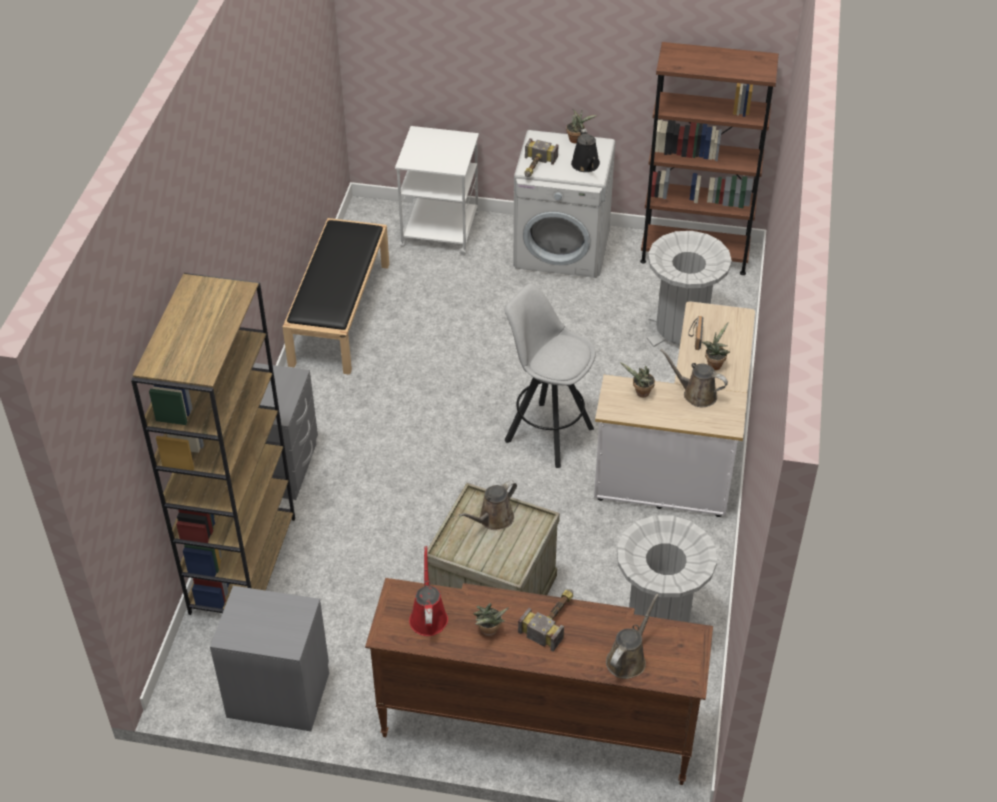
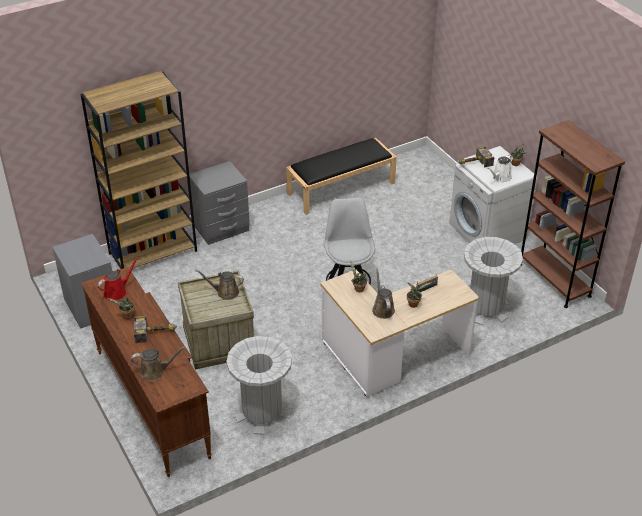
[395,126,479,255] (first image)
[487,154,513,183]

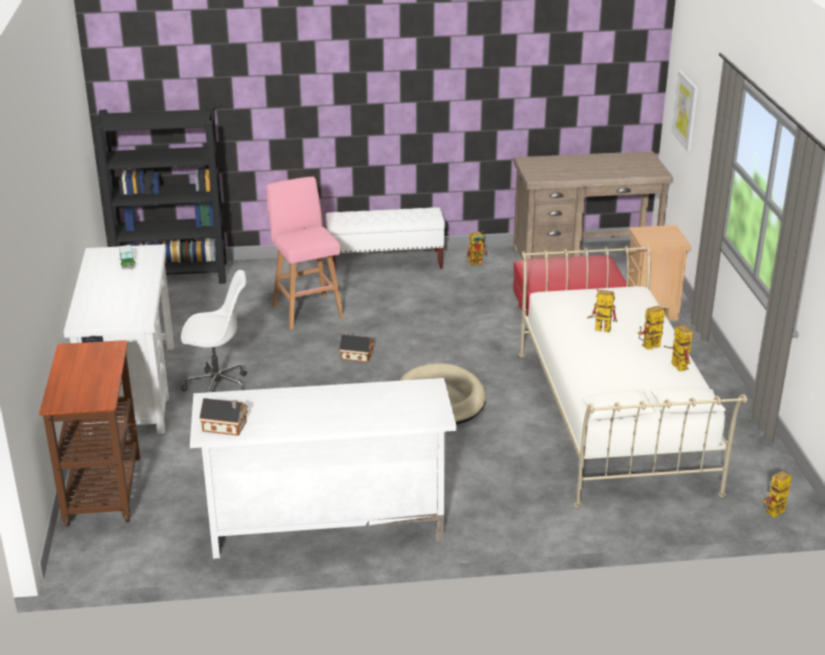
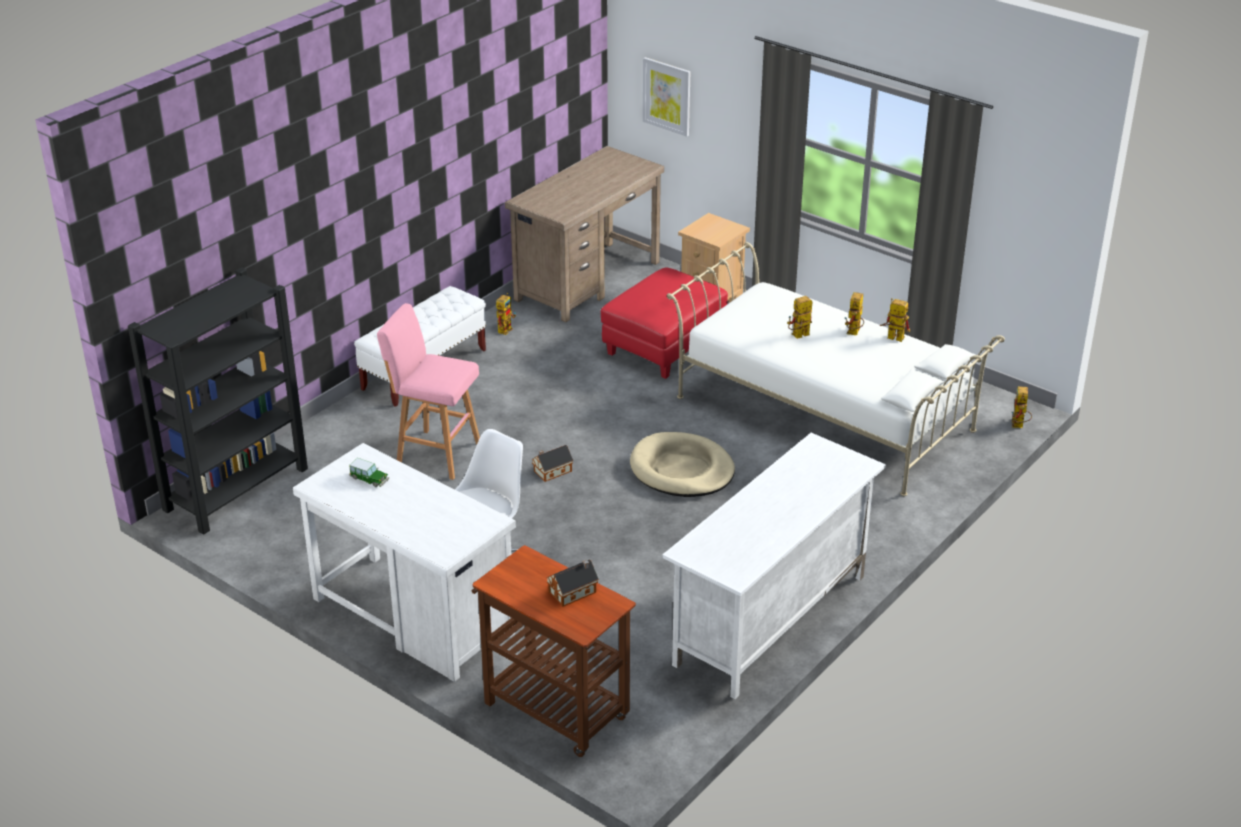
[547,559,599,607]

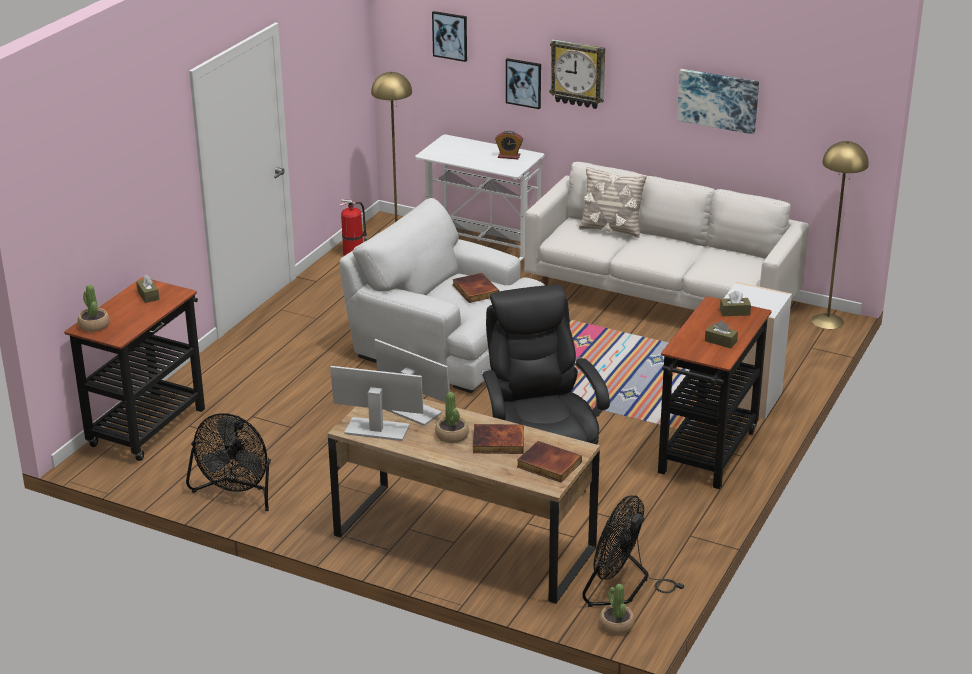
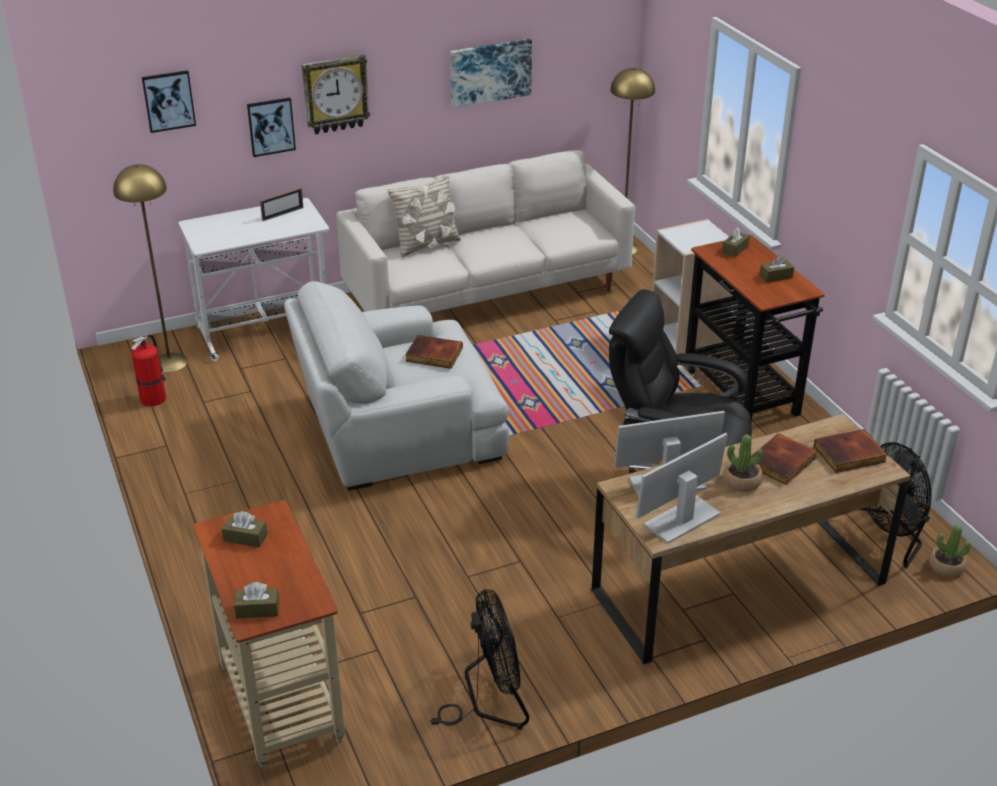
[234,582,279,619]
[260,188,303,221]
[193,500,345,768]
[429,588,529,730]

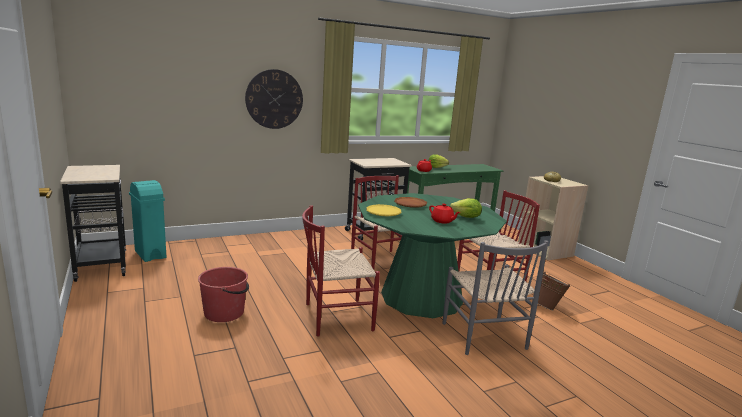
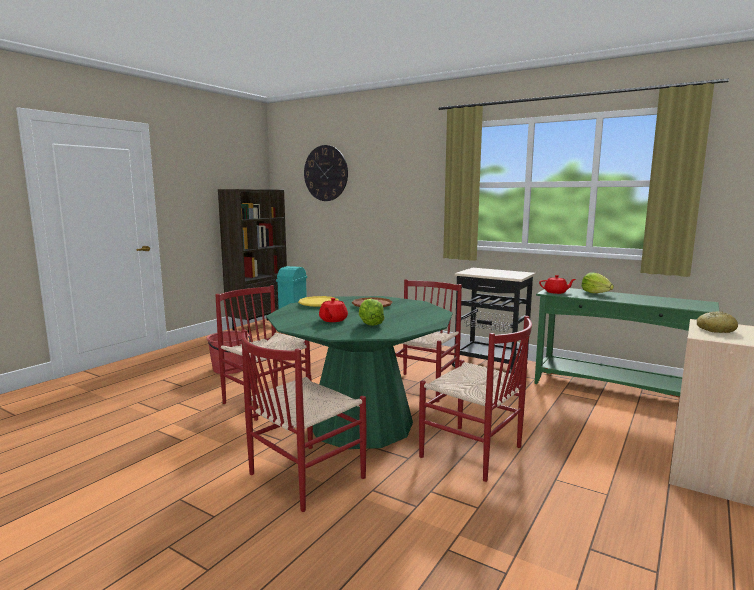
[538,272,571,311] (first image)
[304,145,348,201]
[218,189,287,334]
[241,330,366,512]

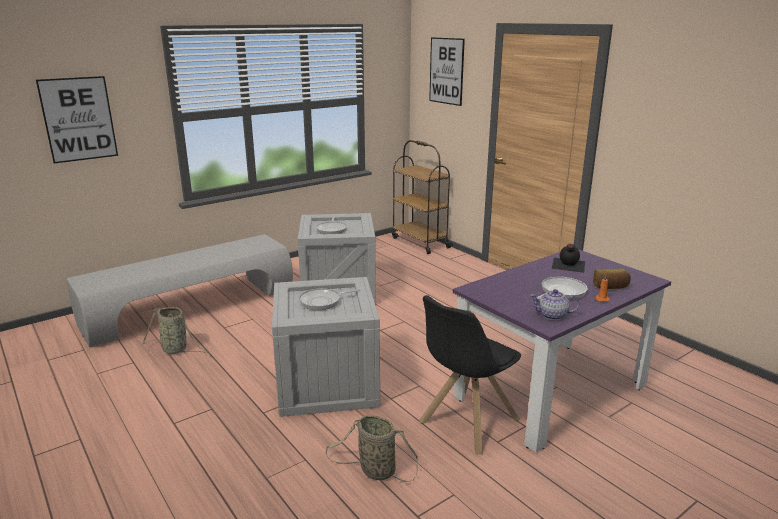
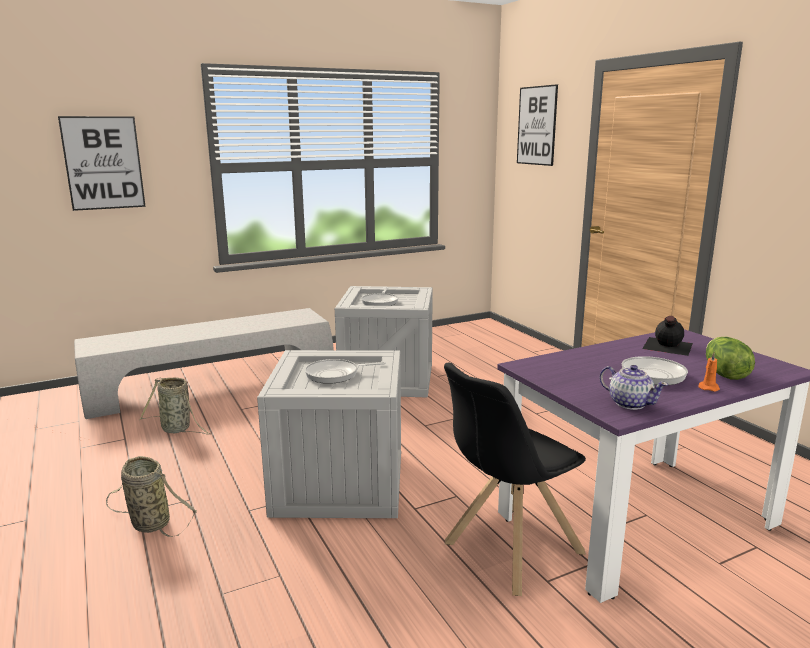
[392,140,454,254] (first image)
[106,456,197,537]
[706,337,755,380]
[600,365,668,410]

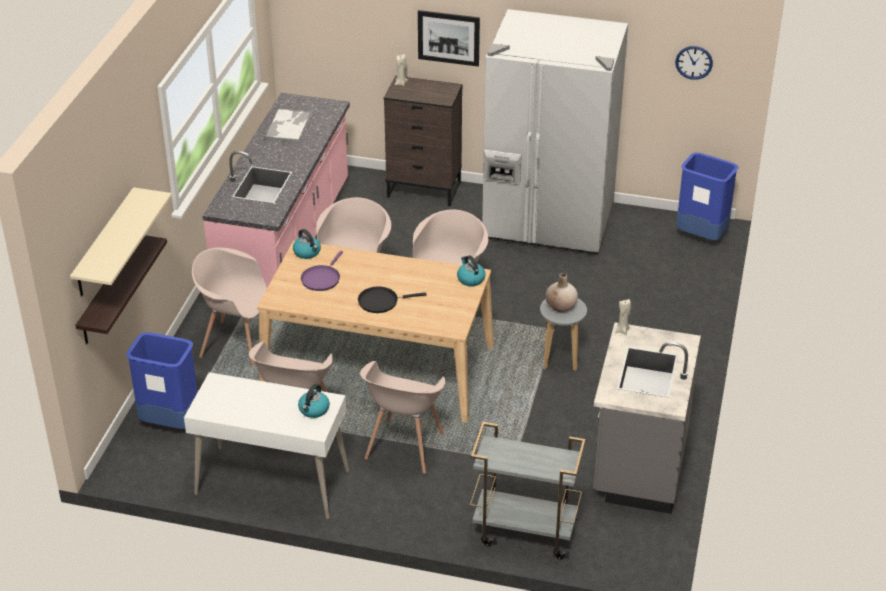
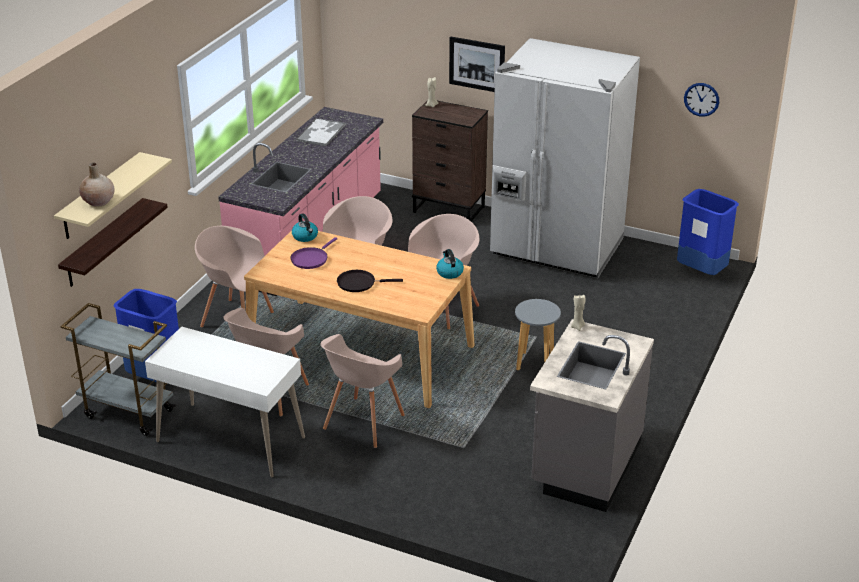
[298,384,330,418] (first image)
[60,303,176,436]
[79,163,114,207]

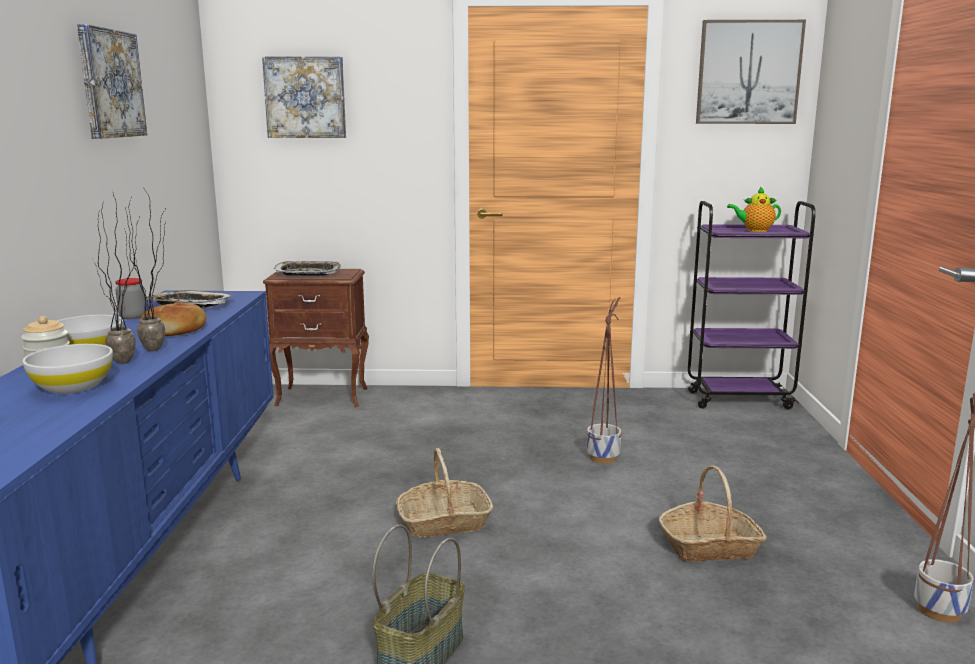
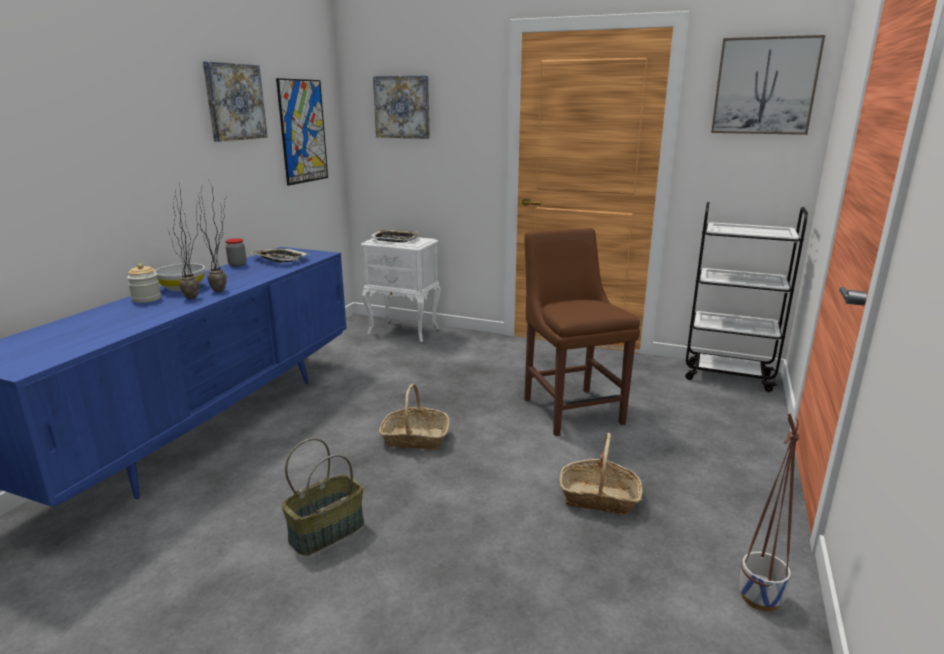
[22,344,113,394] (first image)
[140,302,206,336] (first image)
[727,186,781,232] (first image)
[276,78,328,186]
[524,228,640,436]
[361,237,441,342]
[685,202,808,392]

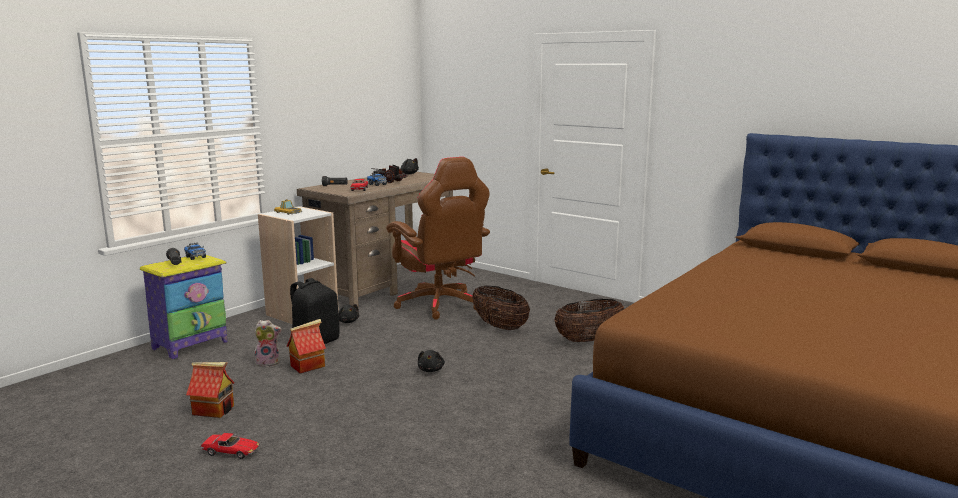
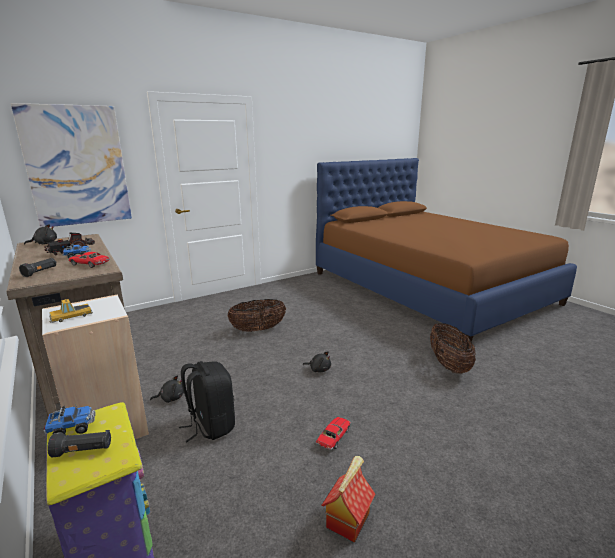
[254,320,282,367] (first image)
[287,319,326,374] (first image)
[386,157,490,320] (first image)
[11,103,132,227]
[316,417,351,450]
[430,323,476,374]

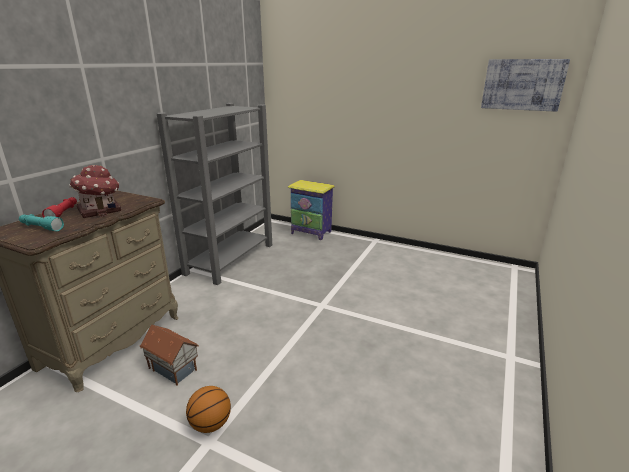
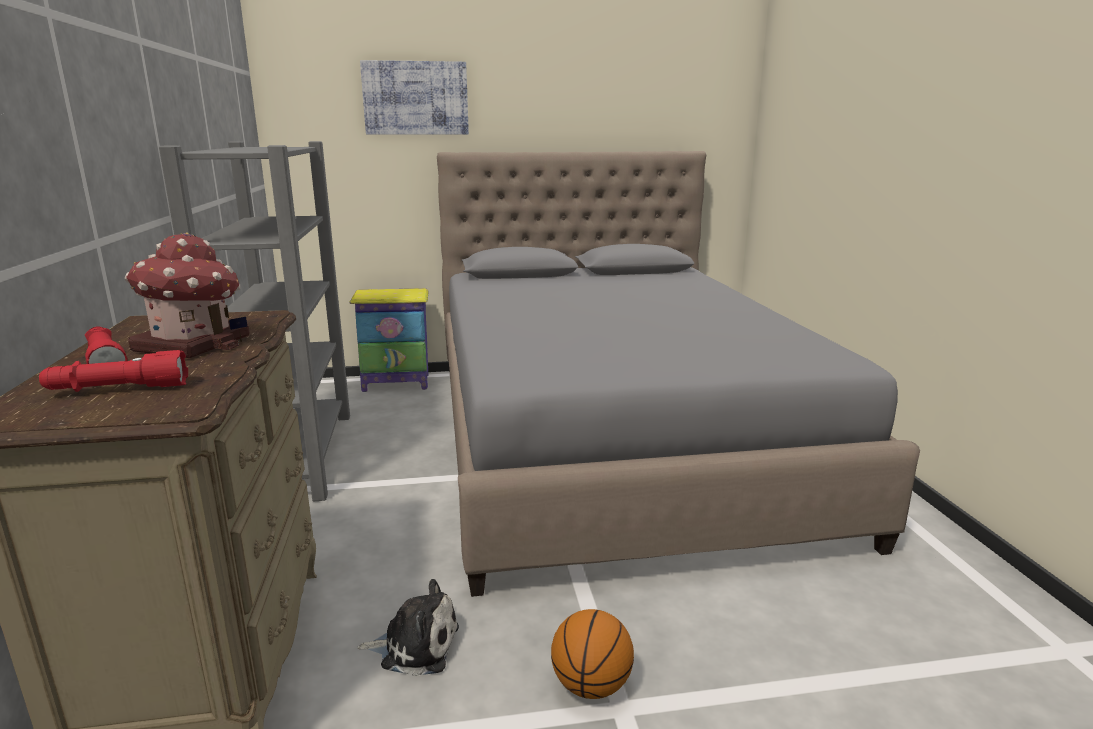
[437,151,920,597]
[360,60,469,135]
[357,579,459,676]
[39,350,188,392]

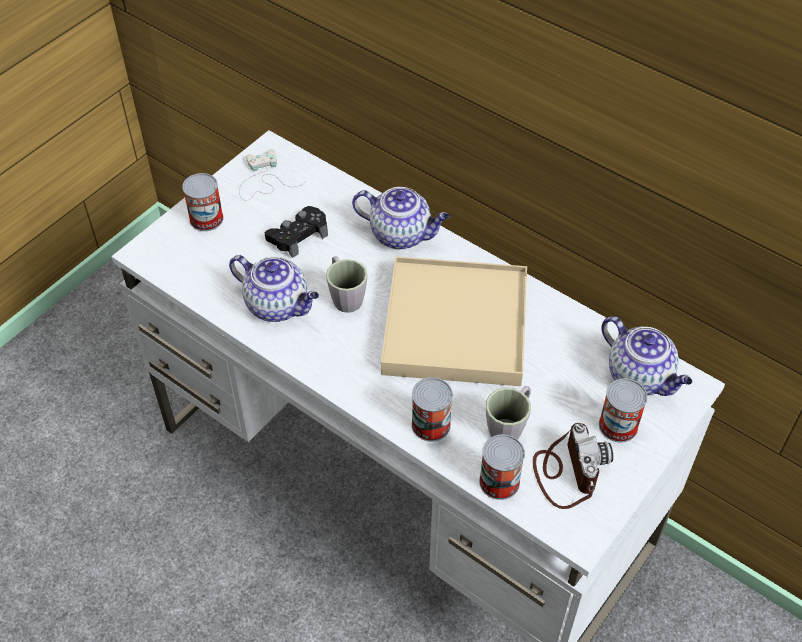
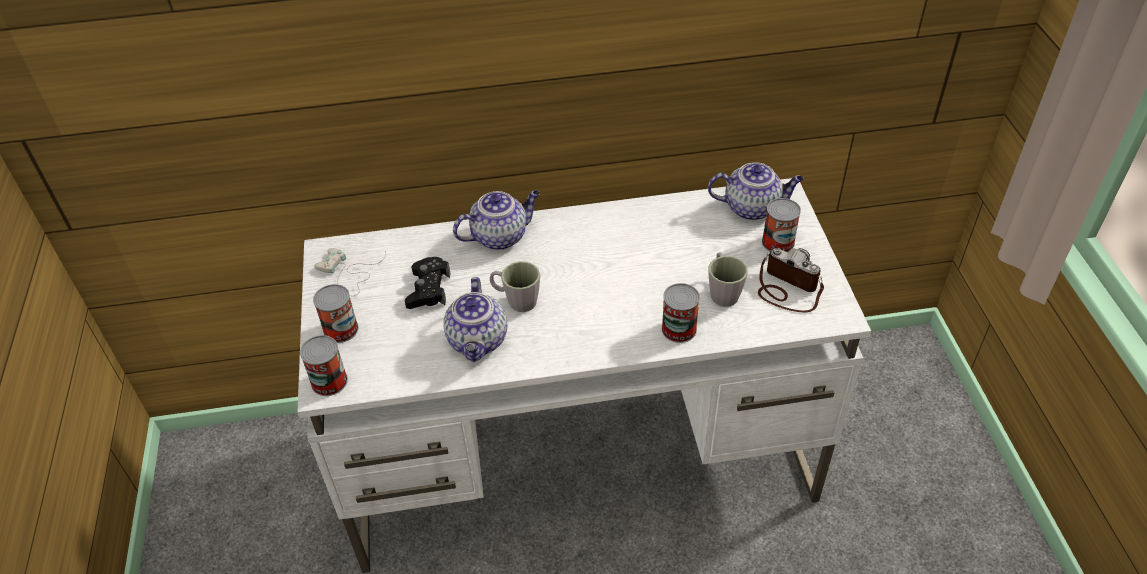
[381,257,527,386] (first image)
[300,335,348,396]
[443,277,507,362]

